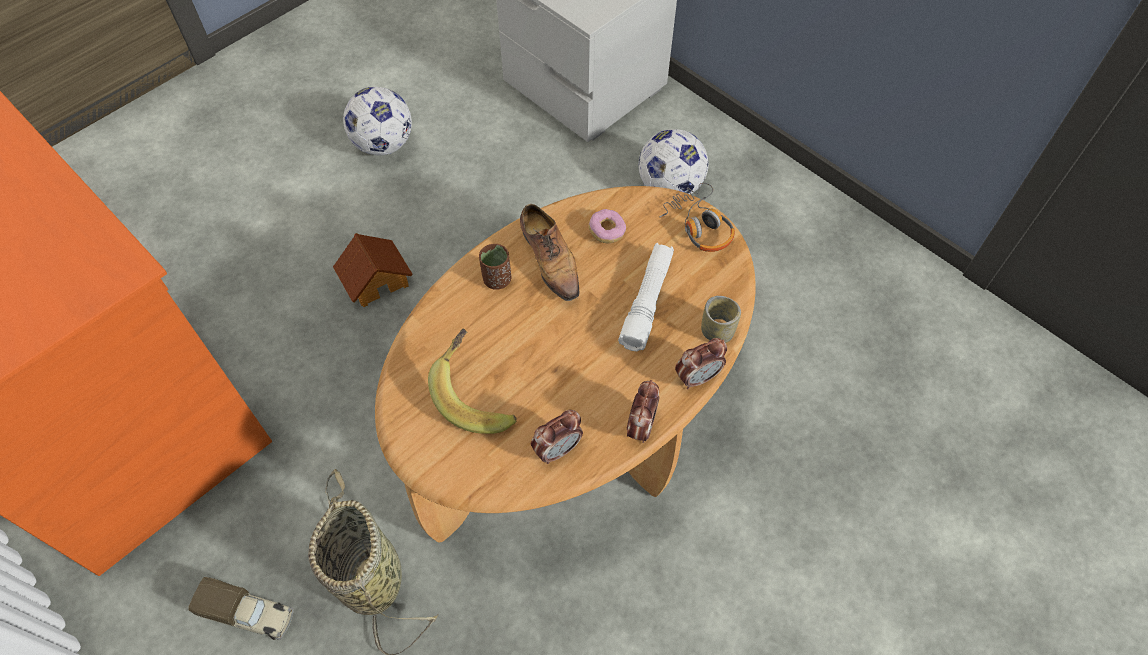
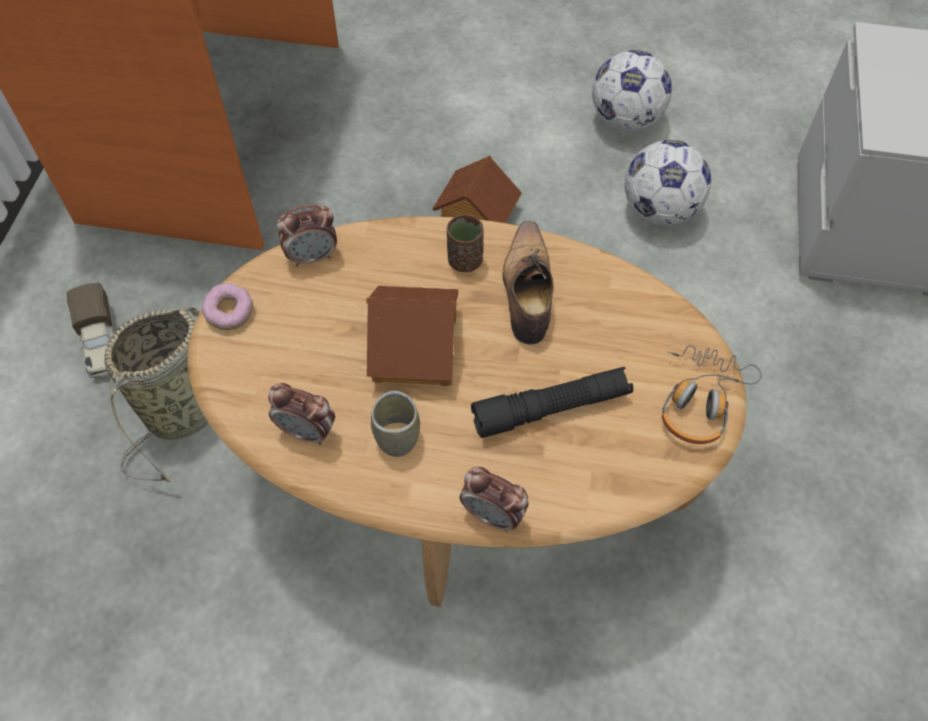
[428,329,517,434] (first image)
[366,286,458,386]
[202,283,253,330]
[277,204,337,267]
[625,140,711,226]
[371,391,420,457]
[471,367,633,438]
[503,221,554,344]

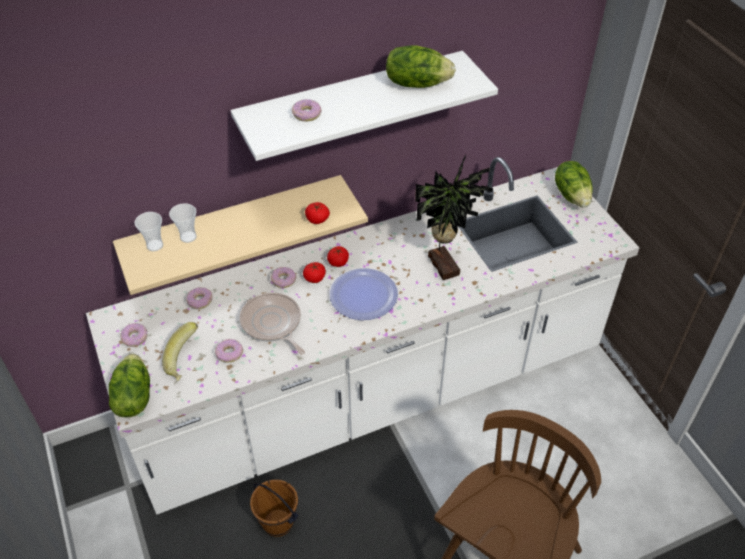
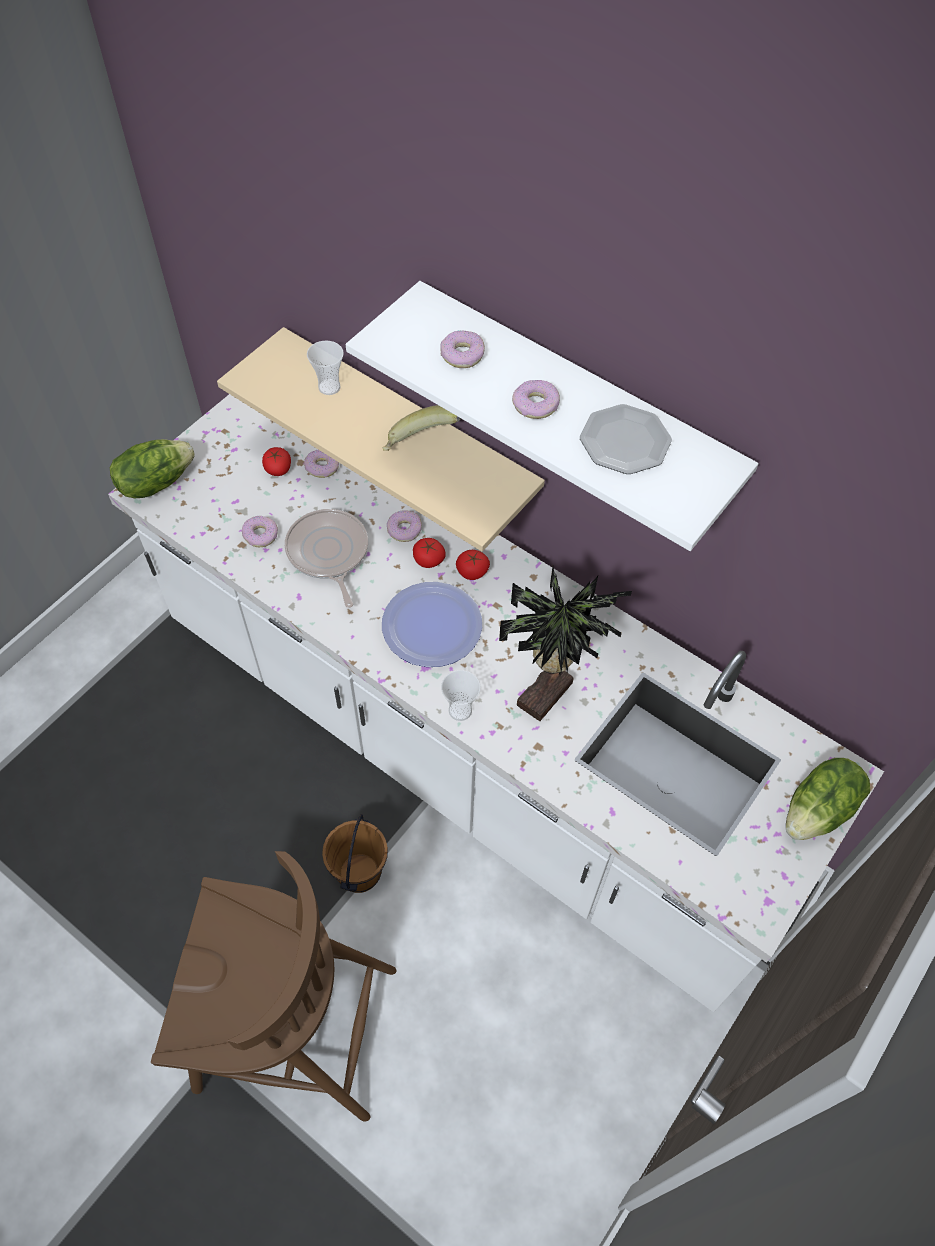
[512,380,560,419]
[441,670,480,721]
[383,405,461,451]
[322,814,388,893]
[262,447,291,476]
[580,404,672,474]
[285,509,368,608]

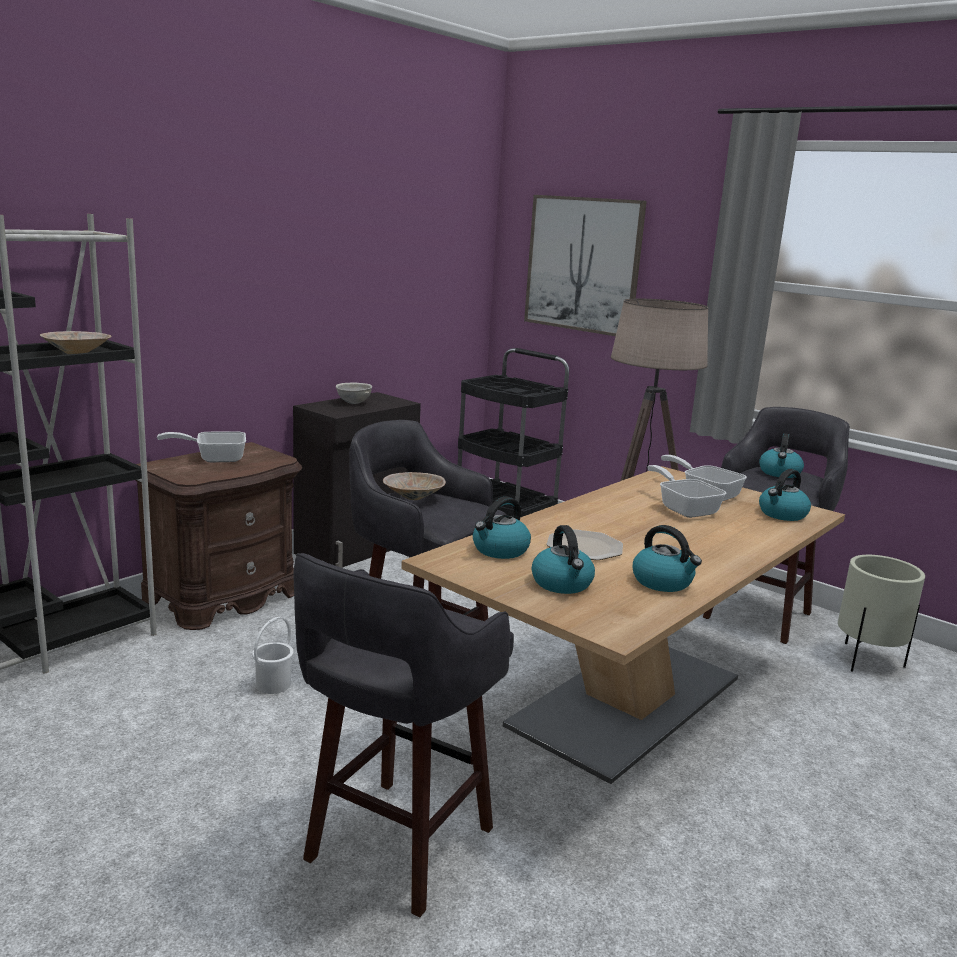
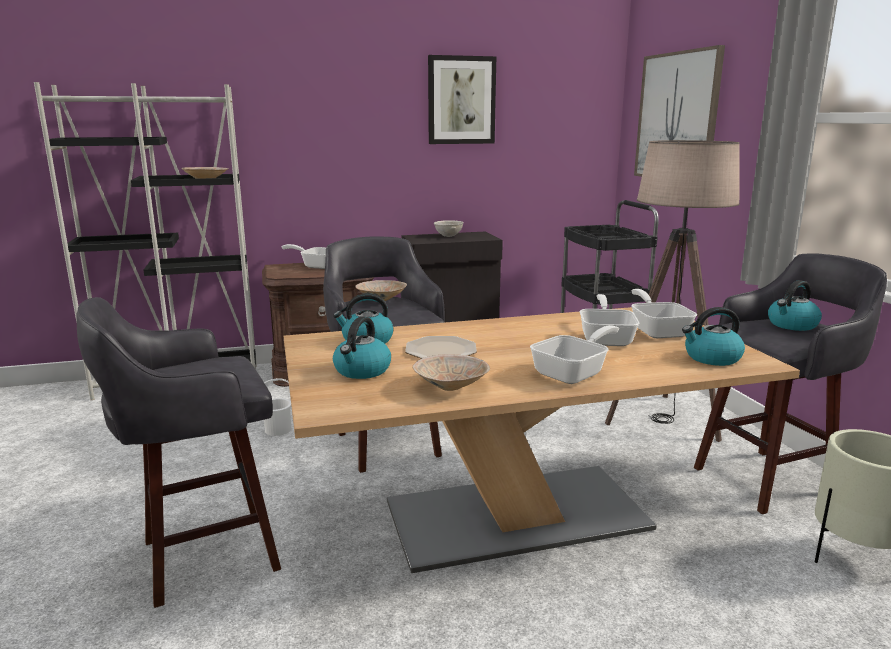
[428,55,496,144]
[530,325,619,384]
[412,354,490,391]

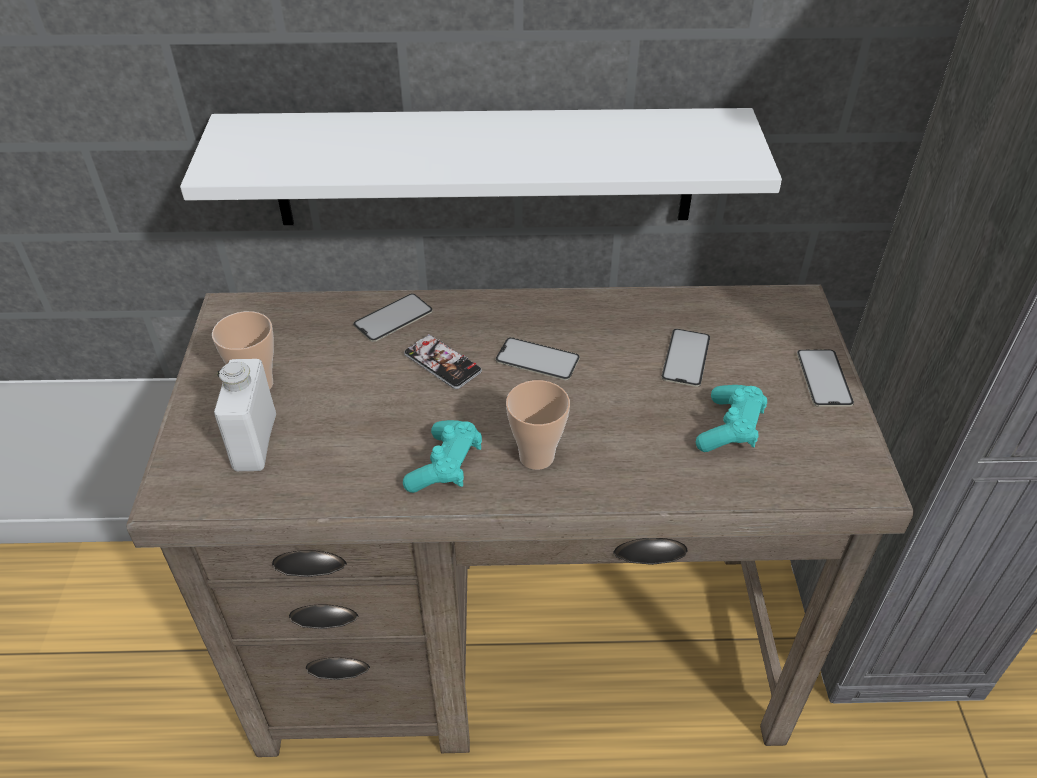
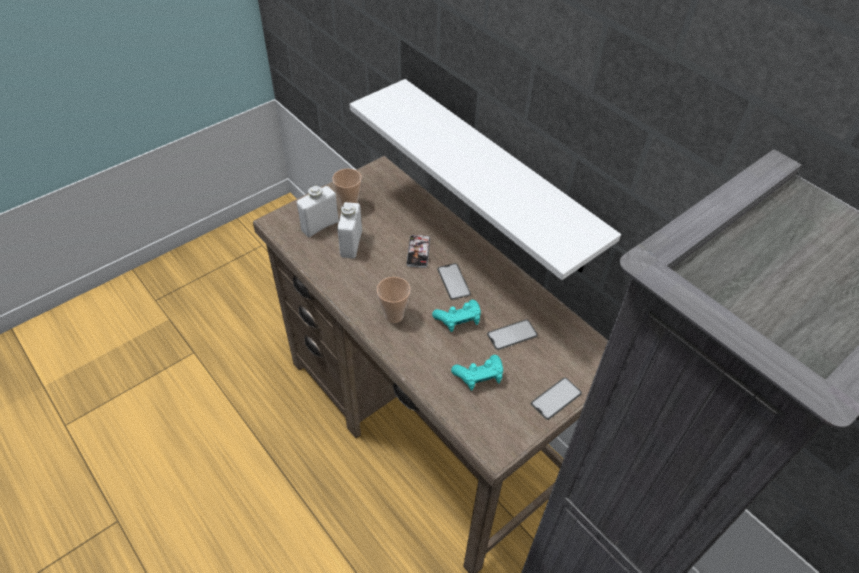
[353,293,433,342] (first image)
[337,202,362,258]
[432,300,481,332]

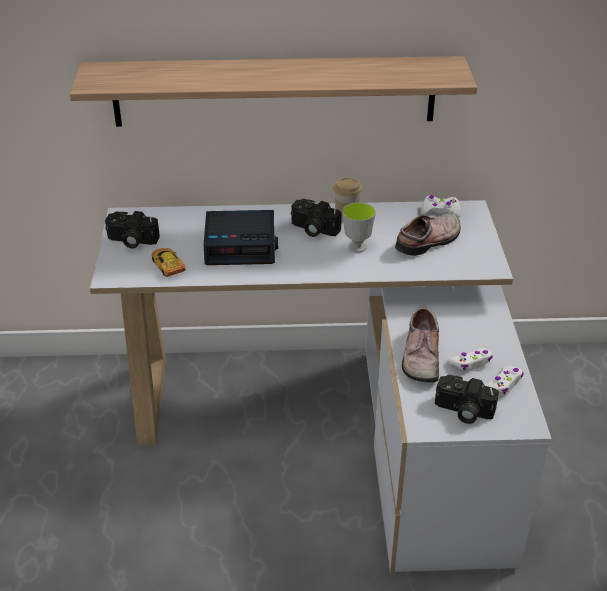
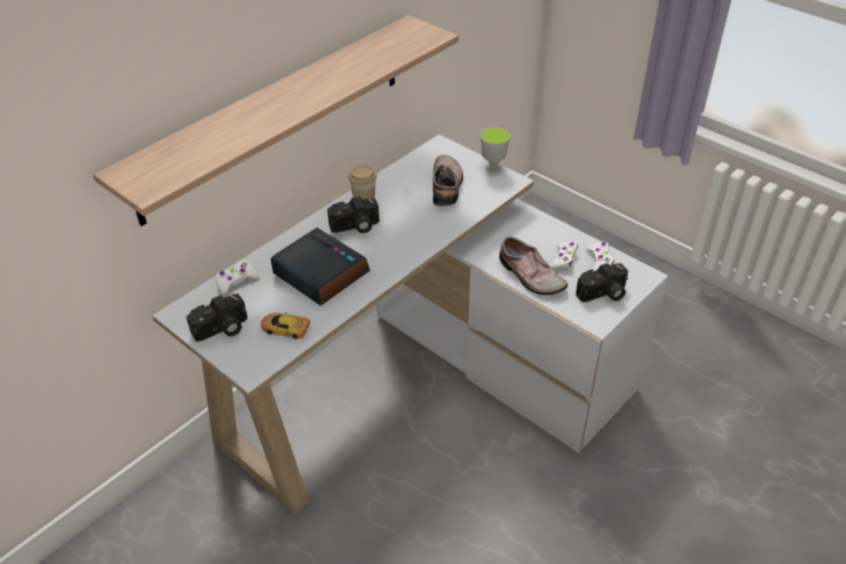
[480,127,510,172]
[215,261,259,294]
[271,228,370,306]

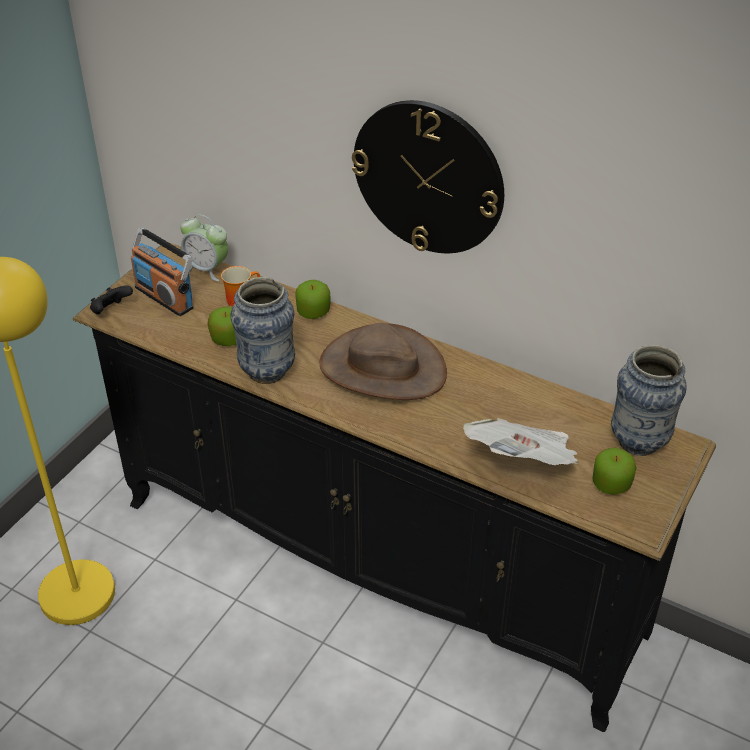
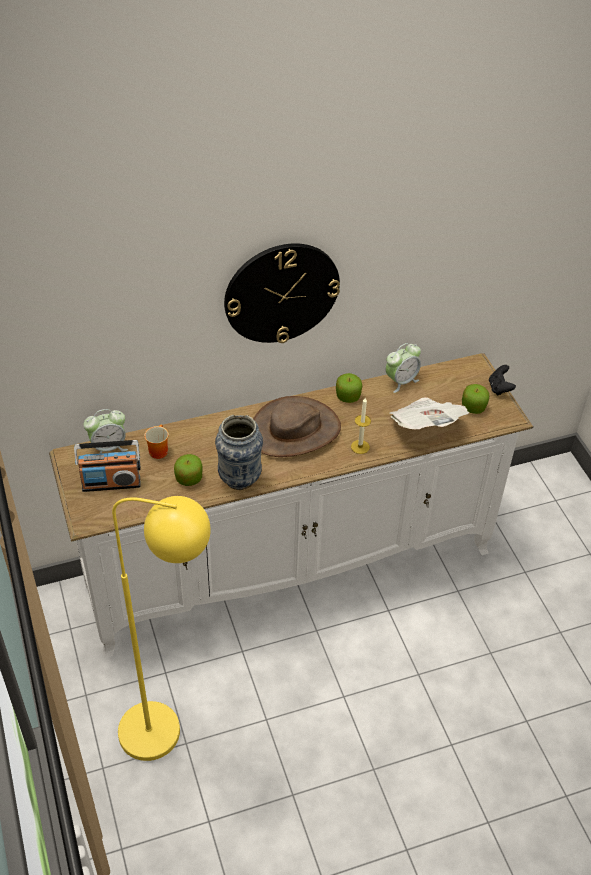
[611,345,687,456] (first image)
[351,398,371,454]
[385,343,421,393]
[489,365,516,396]
[336,373,362,403]
[49,353,533,658]

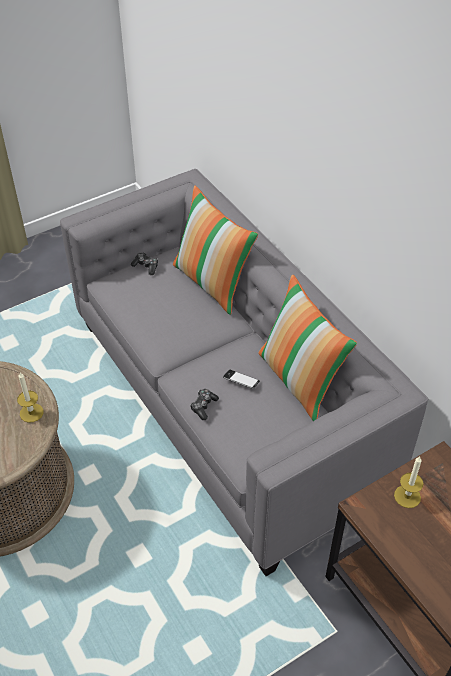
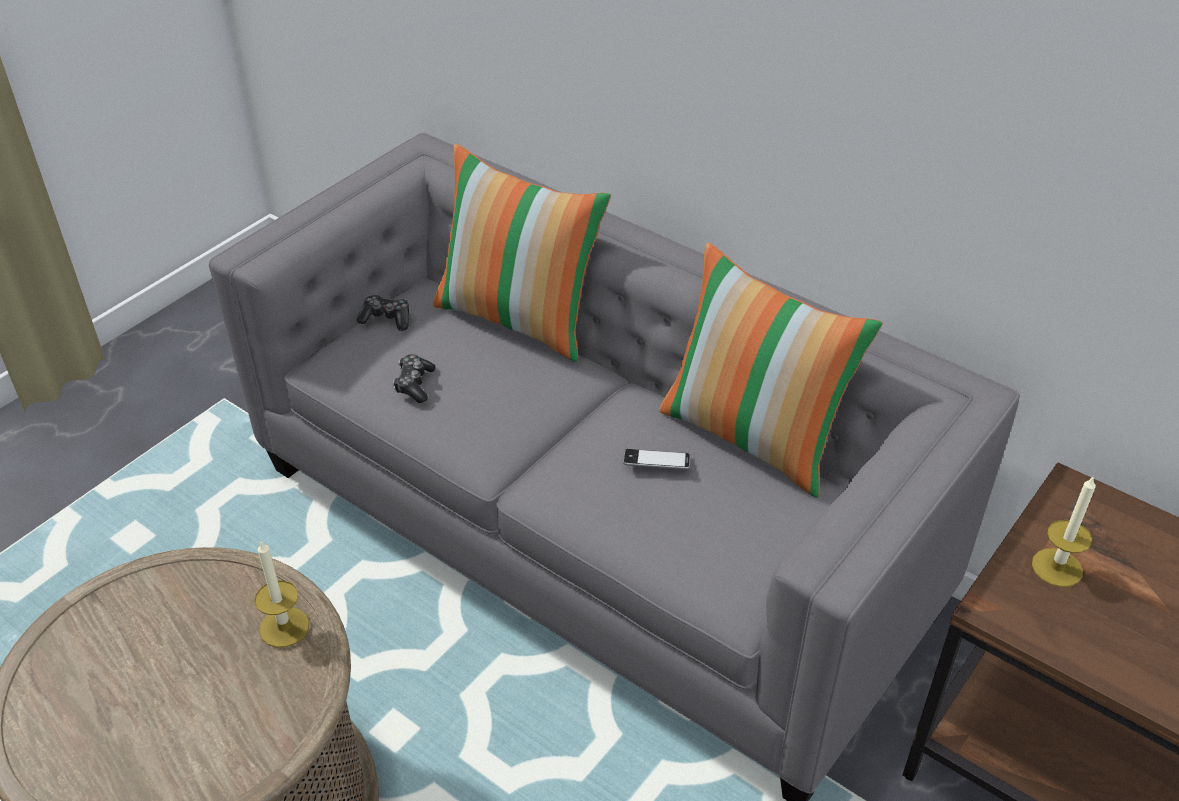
[393,354,435,403]

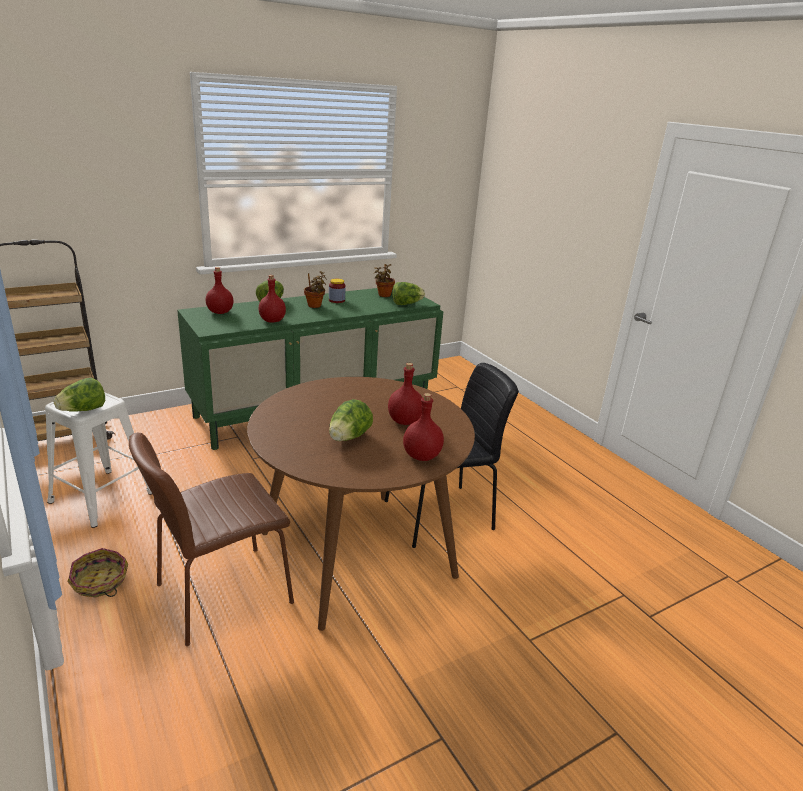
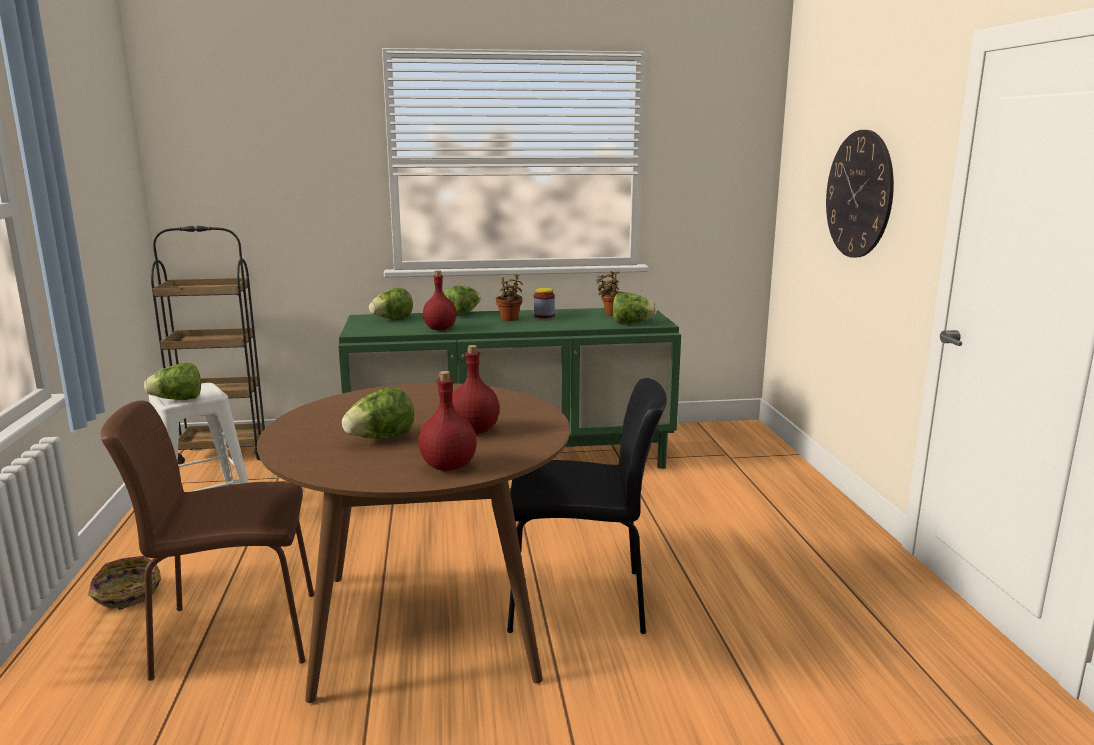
[826,130,894,258]
[369,288,413,319]

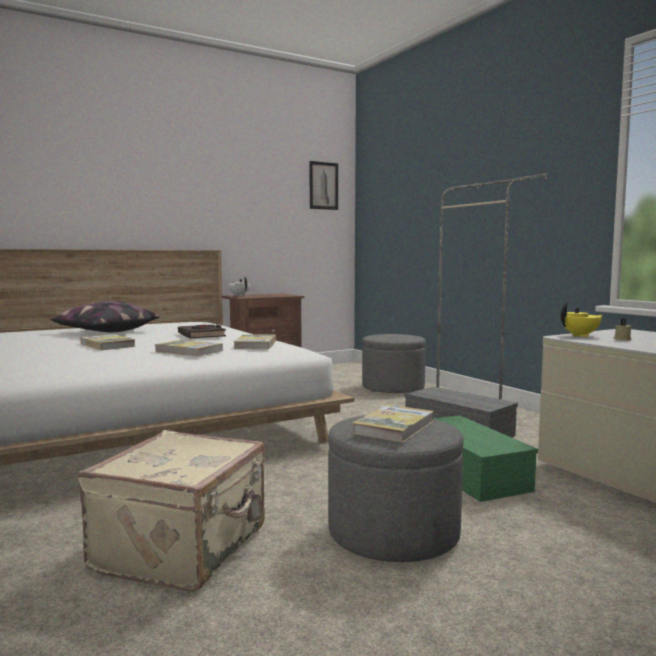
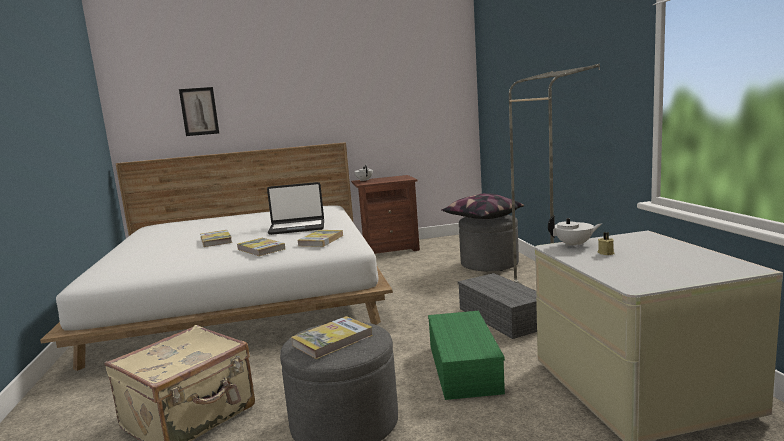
[441,193,524,219]
[179,87,219,136]
[267,182,324,235]
[548,215,602,248]

